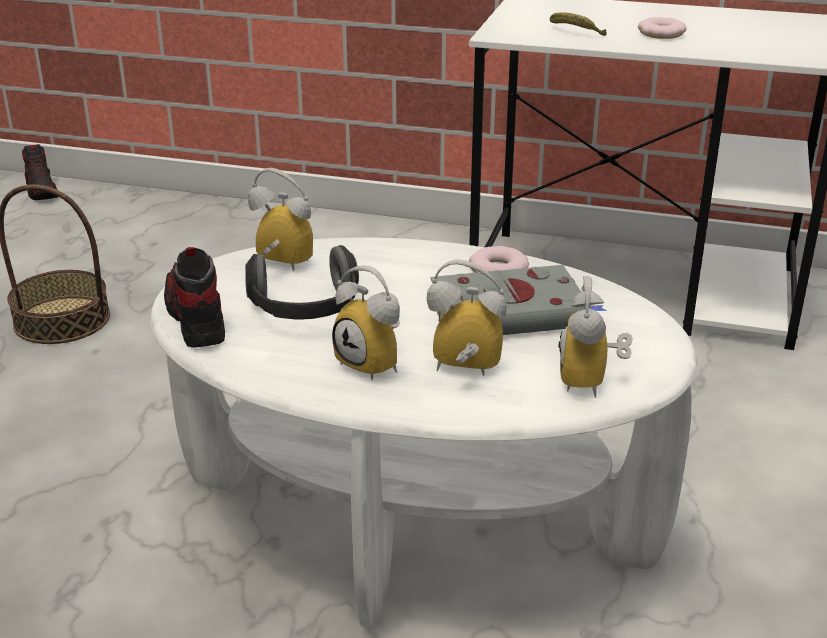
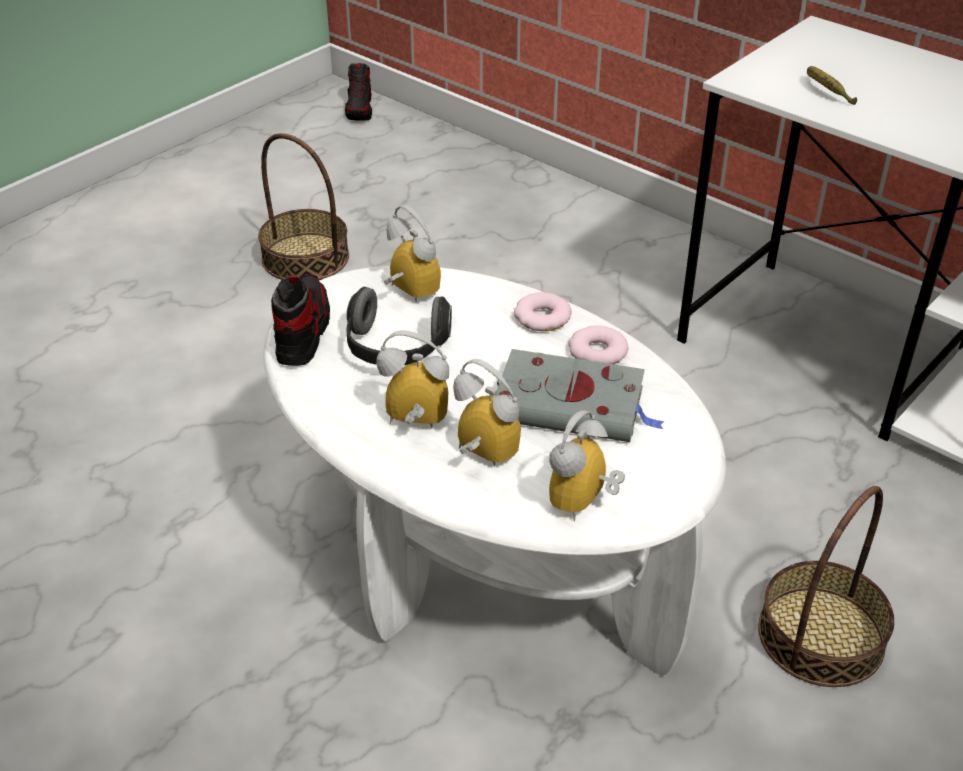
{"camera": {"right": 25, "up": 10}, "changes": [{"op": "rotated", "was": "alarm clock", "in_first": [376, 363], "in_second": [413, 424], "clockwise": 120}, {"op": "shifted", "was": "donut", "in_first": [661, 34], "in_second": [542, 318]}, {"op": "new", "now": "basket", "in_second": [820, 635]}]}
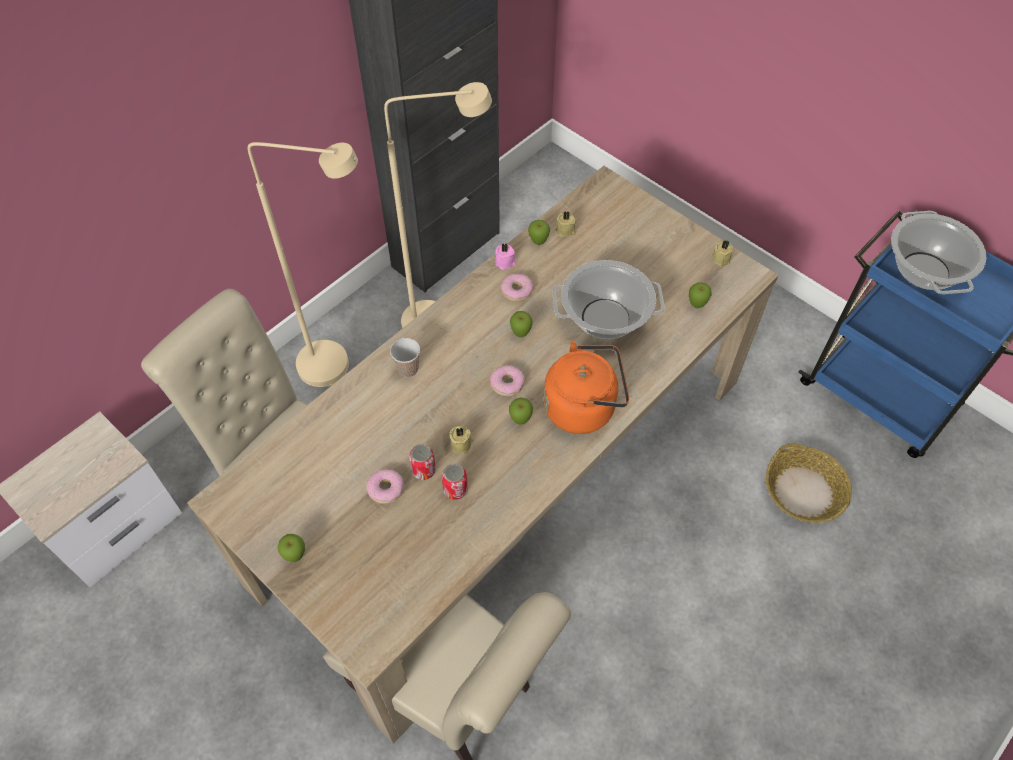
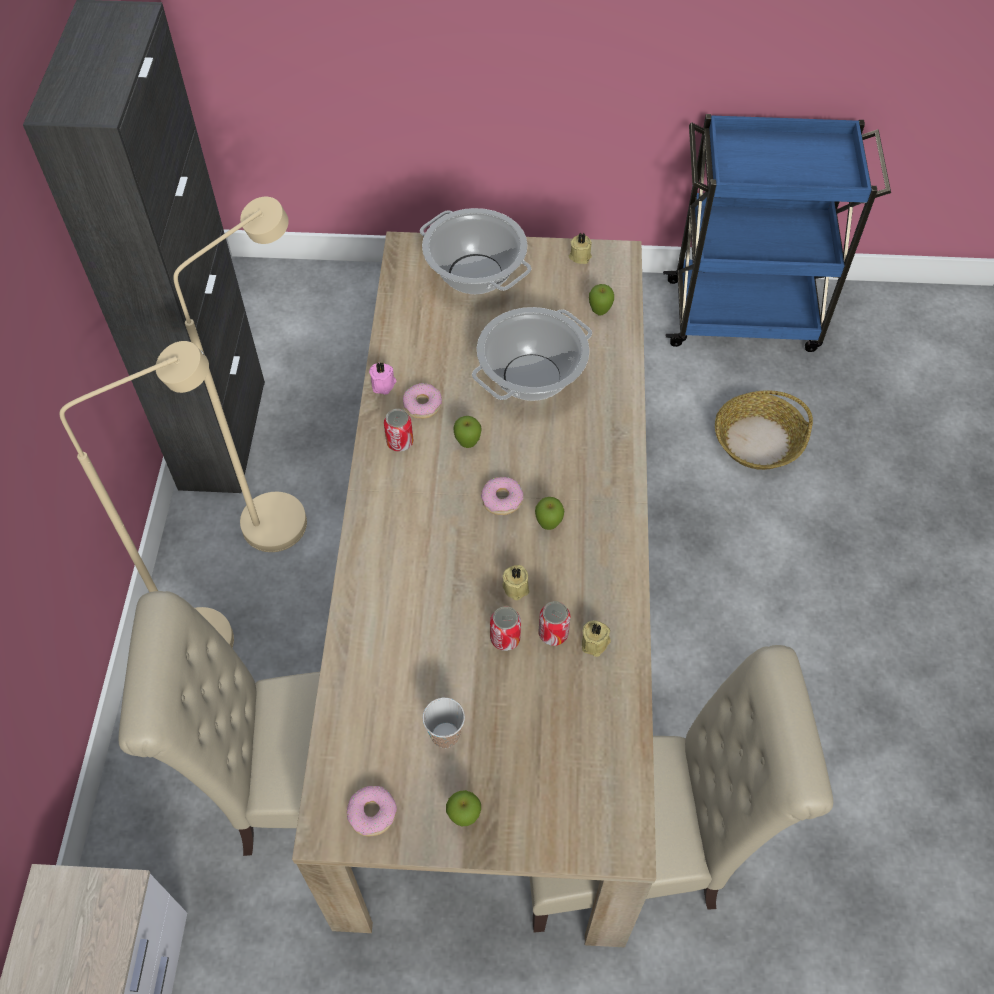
{"camera": {"right": -40, "up": 0}, "changes": [{"op": "shifted", "was": "donut", "in_first": [386, 489], "in_second": [372, 813]}, {"op": "new", "now": "can", "in_second": [400, 442]}, {"op": "shifted", "was": "cooking pot", "in_first": [924, 270], "in_second": [474, 274]}, {"op": "shifted", "was": "cup", "in_first": [408, 369], "in_second": [445, 735]}, {"op": "shifted", "was": "beige candle", "in_first": [566, 231], "in_second": [595, 643]}, {"op": "gone", "was": "apple", "in_first": [538, 242]}, {"op": "gone", "was": "orange kettle", "in_first": [583, 407]}]}
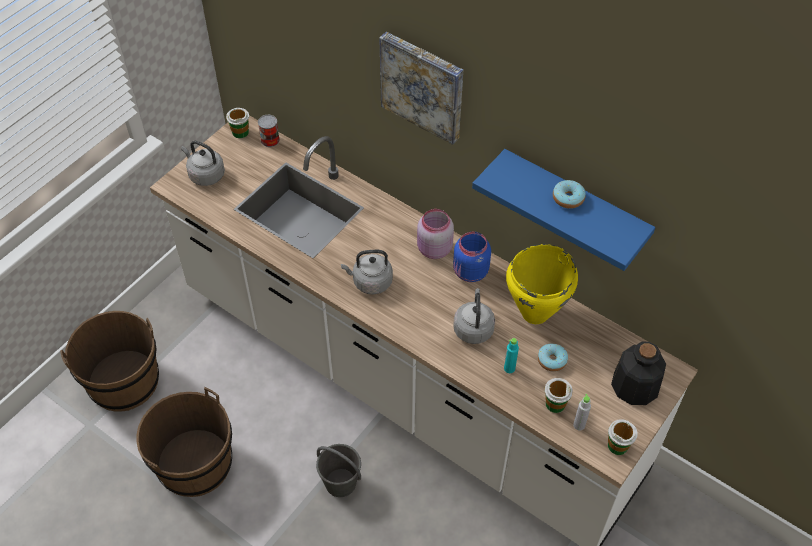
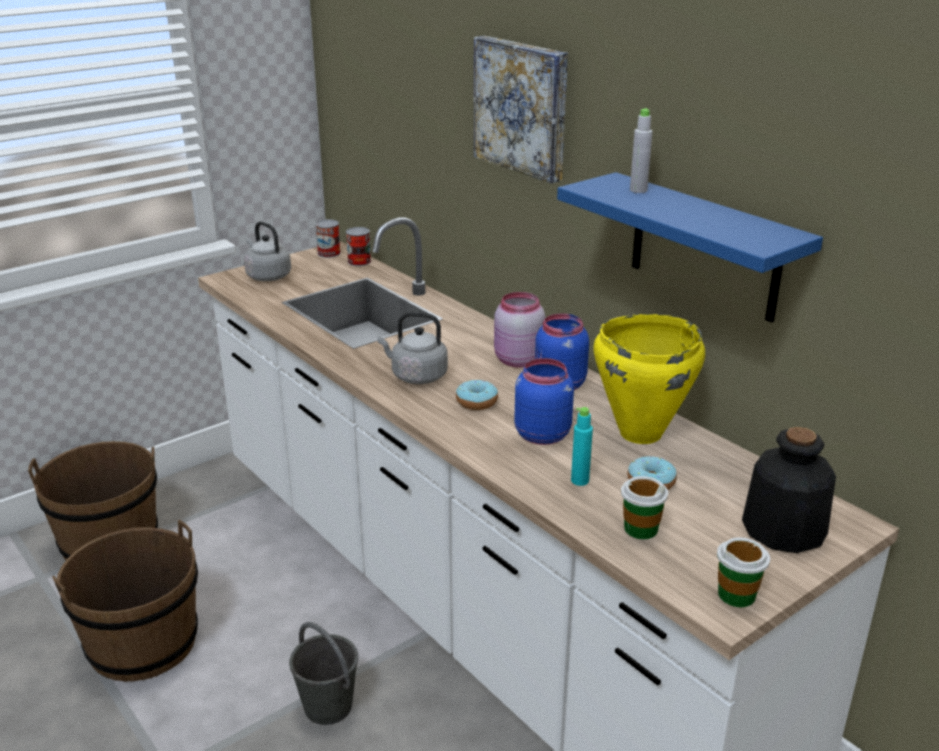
{"camera": {"right": 15, "up": -25}, "changes": [{"op": "swapped", "was": "cup", "now": "can", "in_first": [240, 132], "in_second": [329, 253]}, {"op": "shifted", "was": "donut", "in_first": [568, 198], "in_second": [476, 402]}, {"op": "swapped", "was": "grey kettle", "now": "blue jar", "in_first": [473, 328], "in_second": [541, 434]}, {"op": "shifted", "was": "grey bottle", "in_first": [579, 425], "in_second": [638, 190]}]}
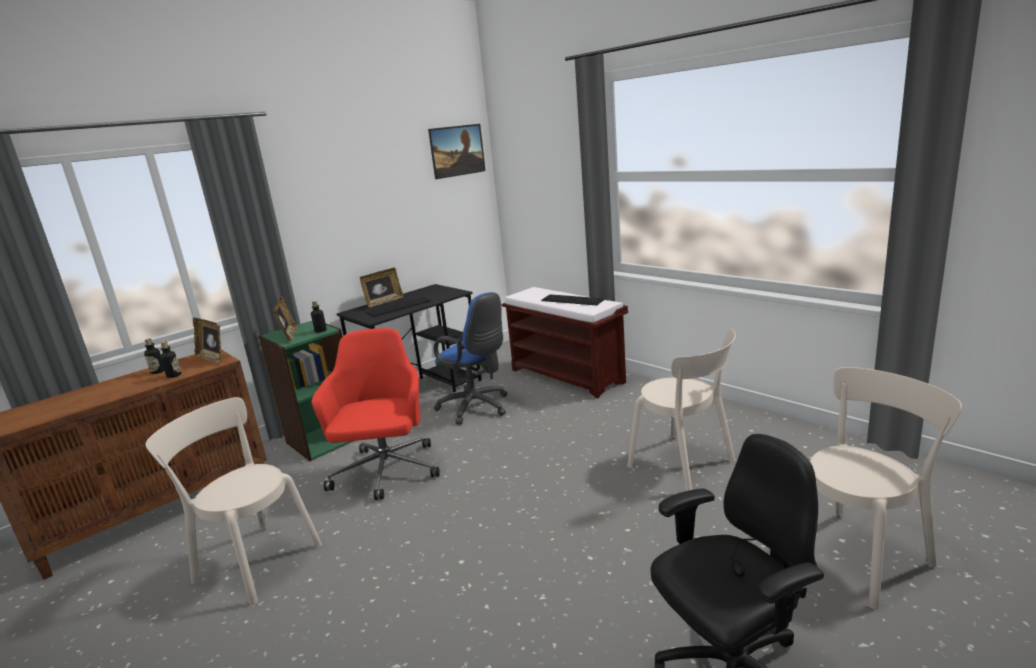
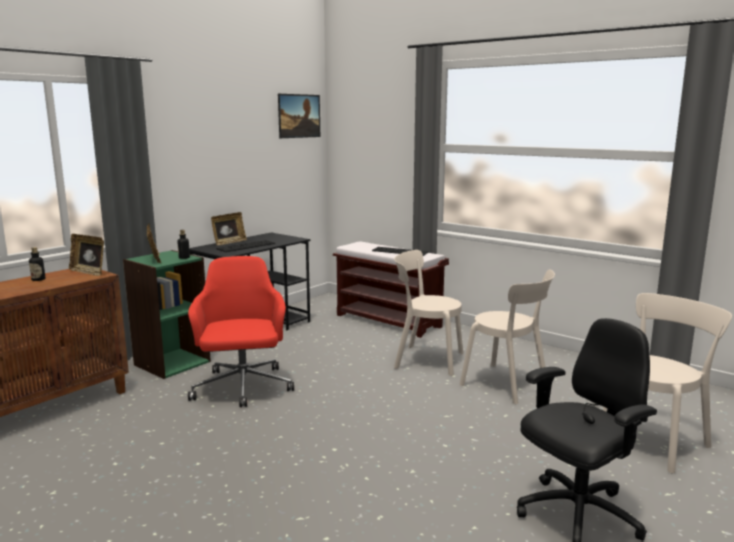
{"camera": {"right": -10, "up": -5}, "changes": [{"op": "shifted", "was": "beige chair", "in_first": [255, 561], "in_second": [425, 360]}, {"op": "gone", "was": "bottle", "in_first": [174, 375]}, {"op": "gone", "was": "blue office chair", "in_first": [477, 408]}]}
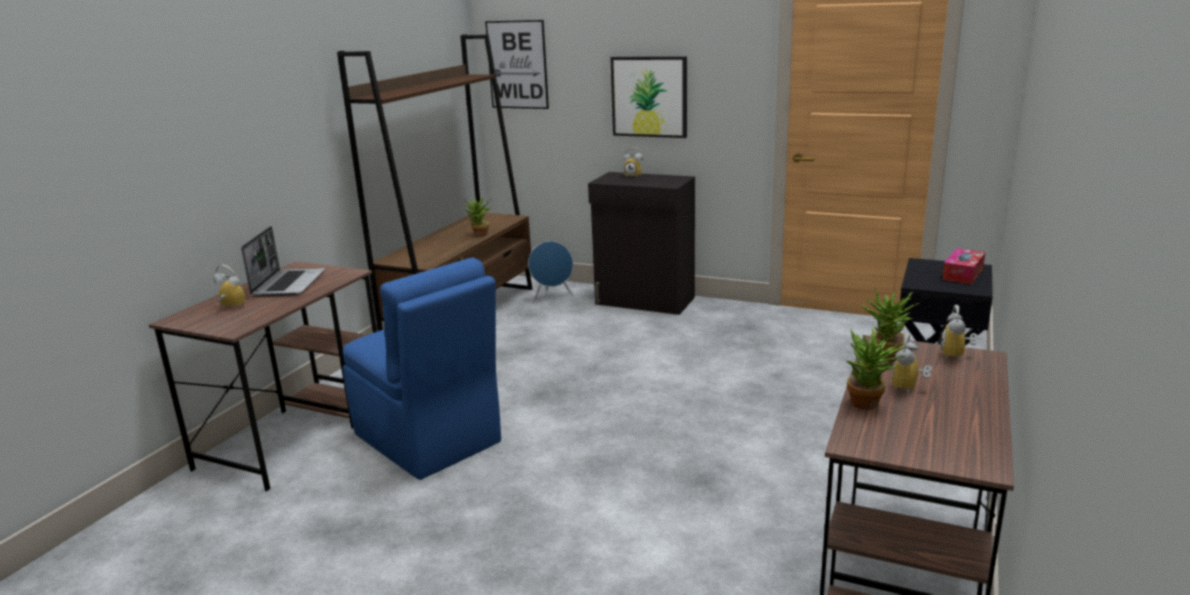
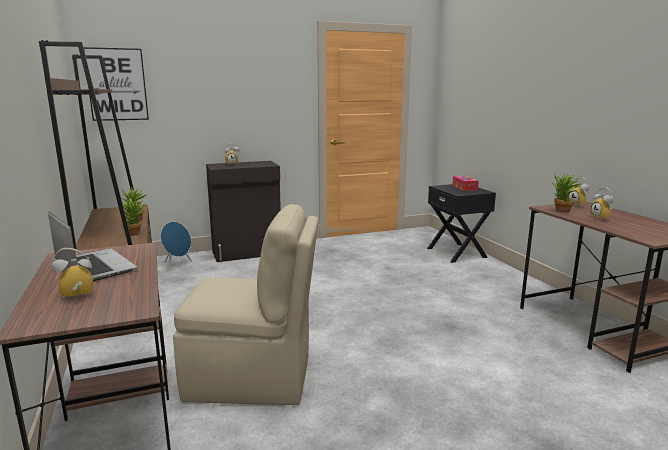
{"camera": {"right": -45, "up": -5}, "changes": [{"op": "shifted", "was": "potted plant", "in_first": [869, 405], "in_second": [135, 234]}, {"op": "repainted", "was": "blue chair", "now": "beige chair", "in_first": [429, 440], "in_second": [253, 378]}, {"op": "gone", "was": "picture", "in_first": [649, 96]}]}
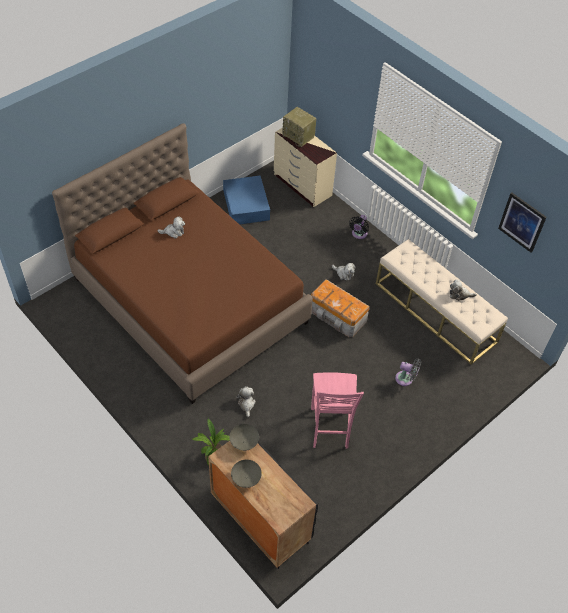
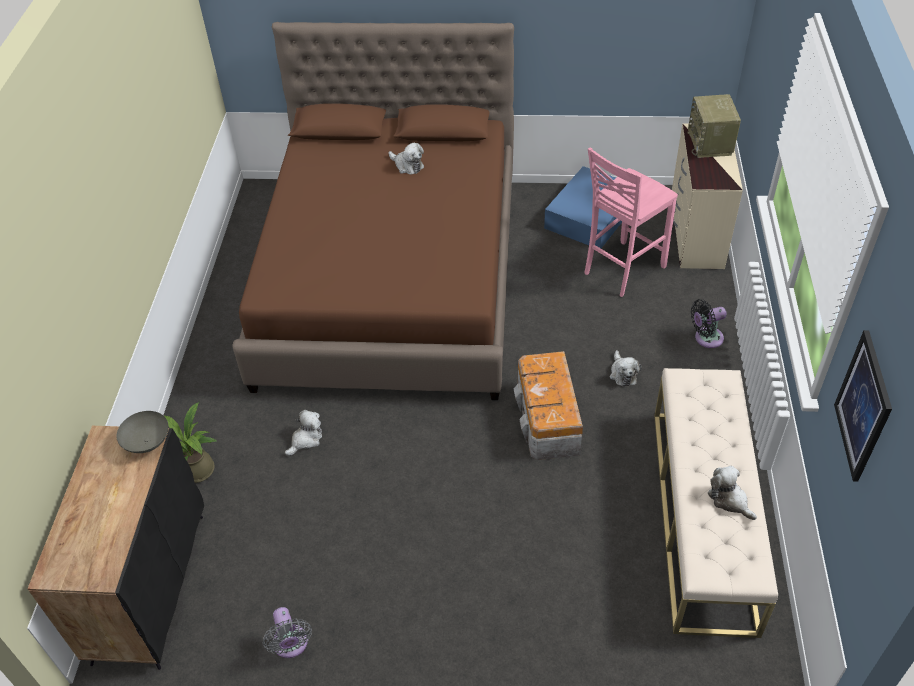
{"camera": {"right": 50, "up": -5}, "changes": [{"op": "shifted", "was": "grey fan", "in_first": [406, 379], "in_second": [291, 645]}, {"op": "shifted", "was": "pink chair", "in_first": [329, 429], "in_second": [622, 270]}, {"op": "gone", "was": "grey bowl", "in_first": [246, 478]}]}
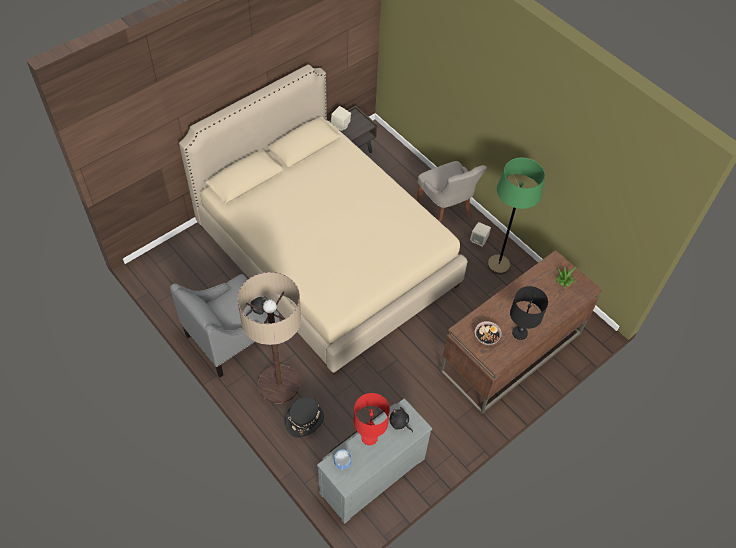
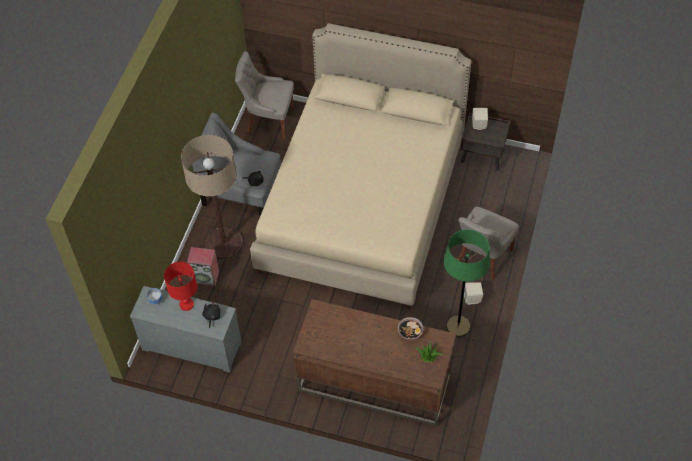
{"camera": {"right": 60, "up": 0}, "changes": [{"op": "swapped", "was": "black hat", "now": "speaker", "in_first": [304, 420], "in_second": [206, 277]}, {"op": "new", "now": "grey chair", "in_second": [269, 120]}, {"op": "shifted", "was": "bowl", "in_first": [486, 337], "in_second": [410, 332]}, {"op": "gone", "was": "black table lamp", "in_first": [519, 333]}]}
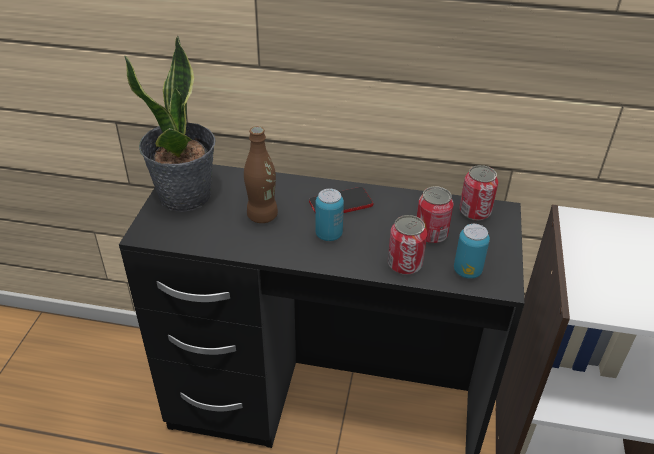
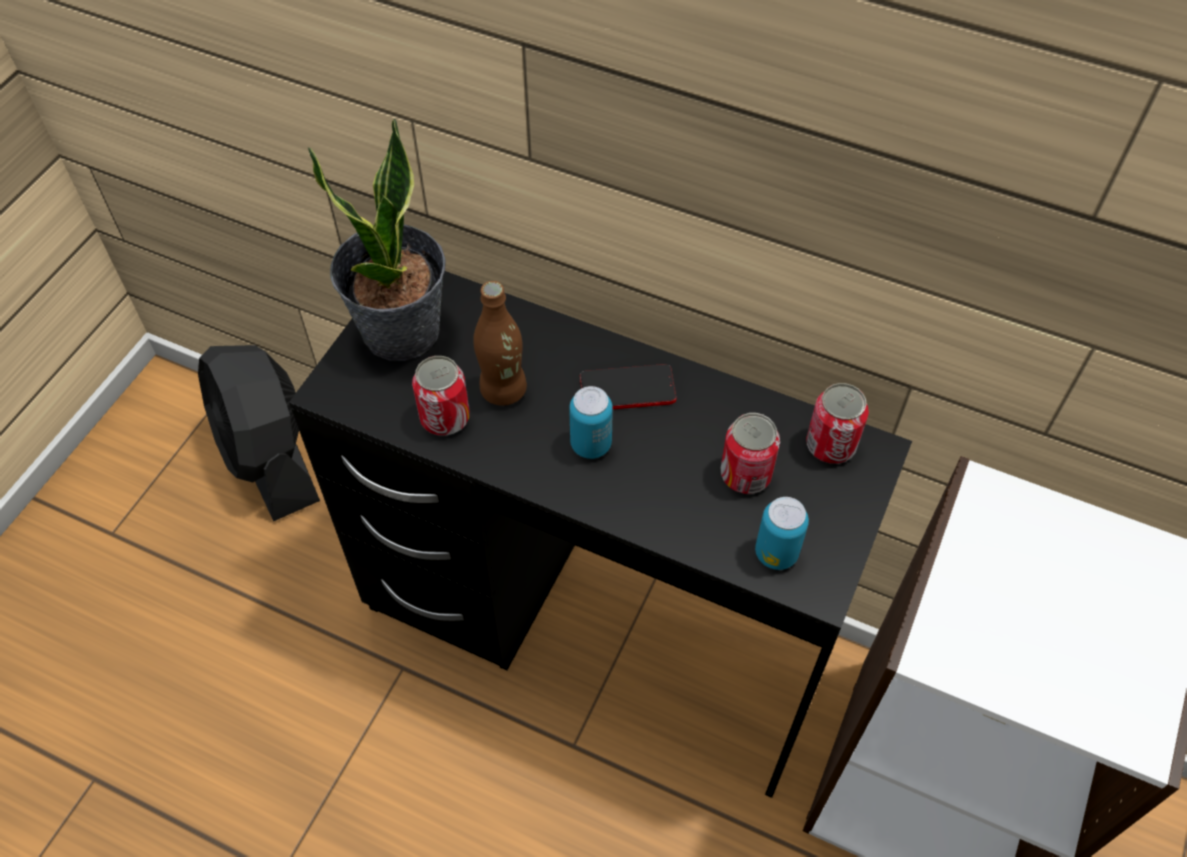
{"camera": {"right": 15, "up": 15}, "changes": [{"op": "new", "now": "black fan", "in_second": [270, 457]}, {"op": "shifted", "was": "can", "in_first": [404, 264], "in_second": [445, 418]}]}
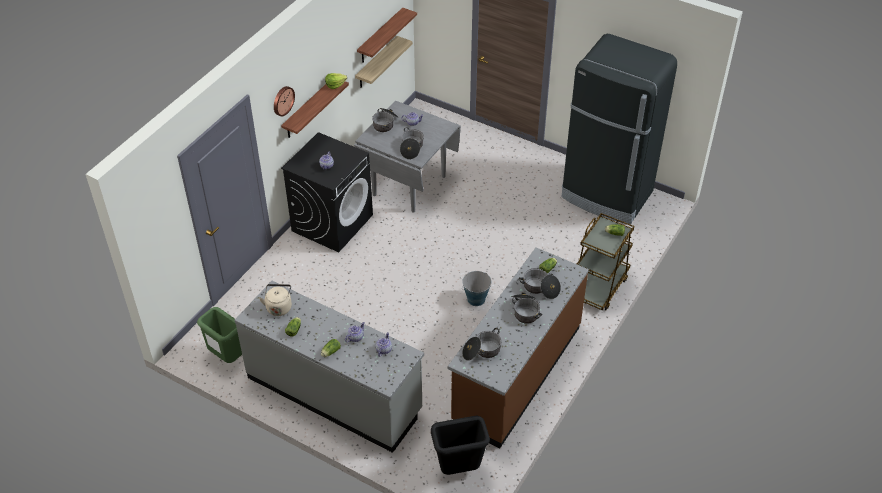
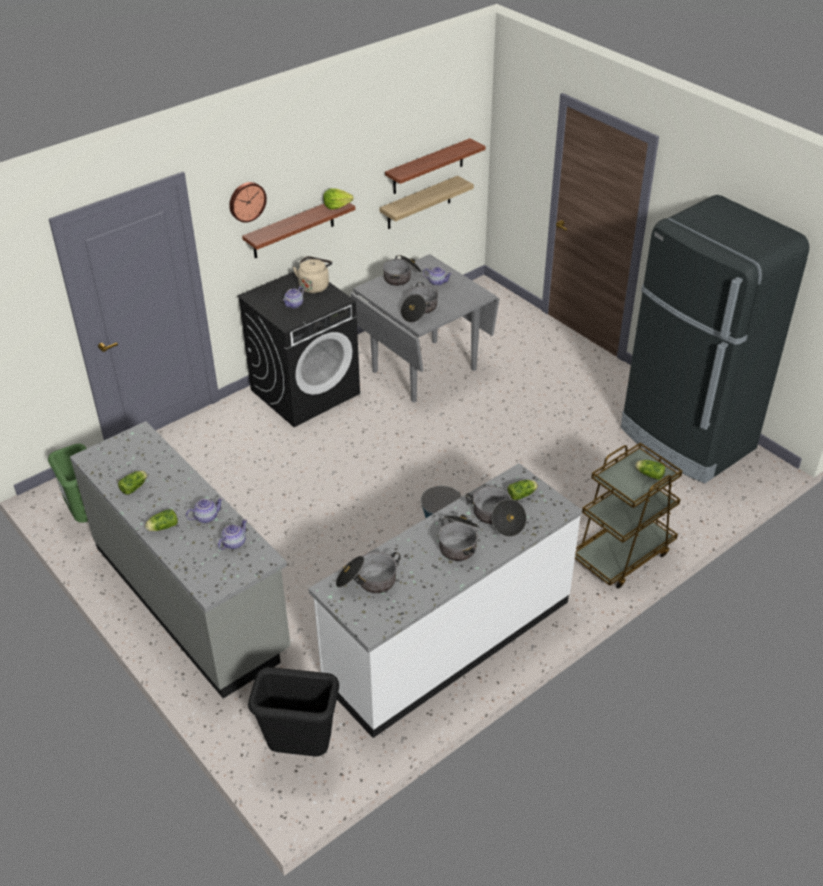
{"camera": {"right": 20, "up": -5}, "changes": [{"op": "shifted", "was": "beige kettle", "in_first": [279, 307], "in_second": [314, 286]}, {"op": "repainted", "was": "brown counter", "now": "white counter", "in_first": [516, 374], "in_second": [447, 640]}]}
